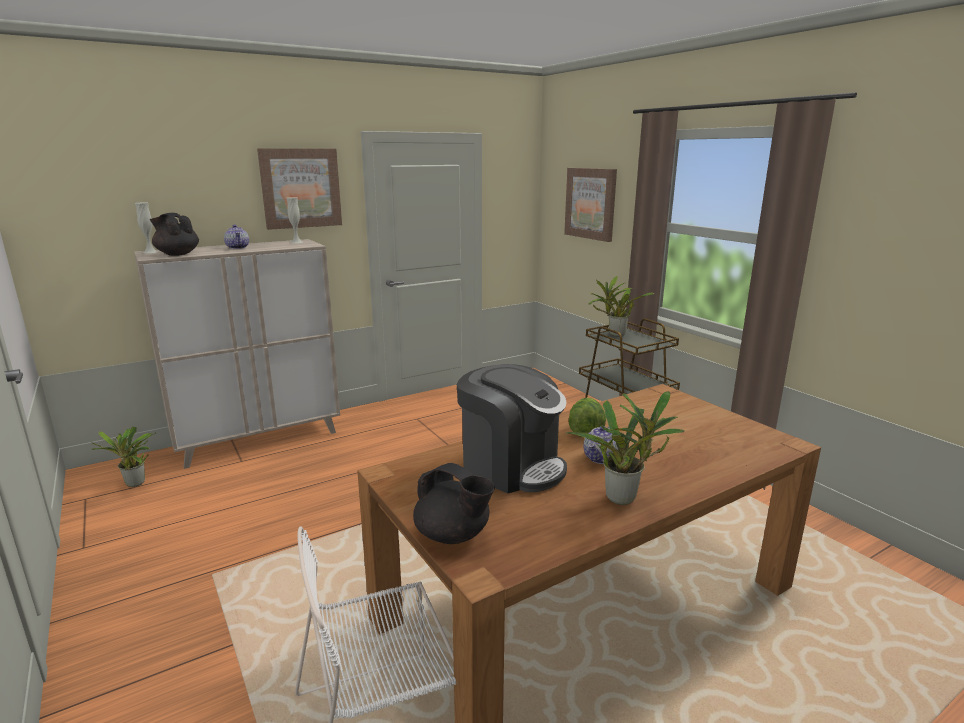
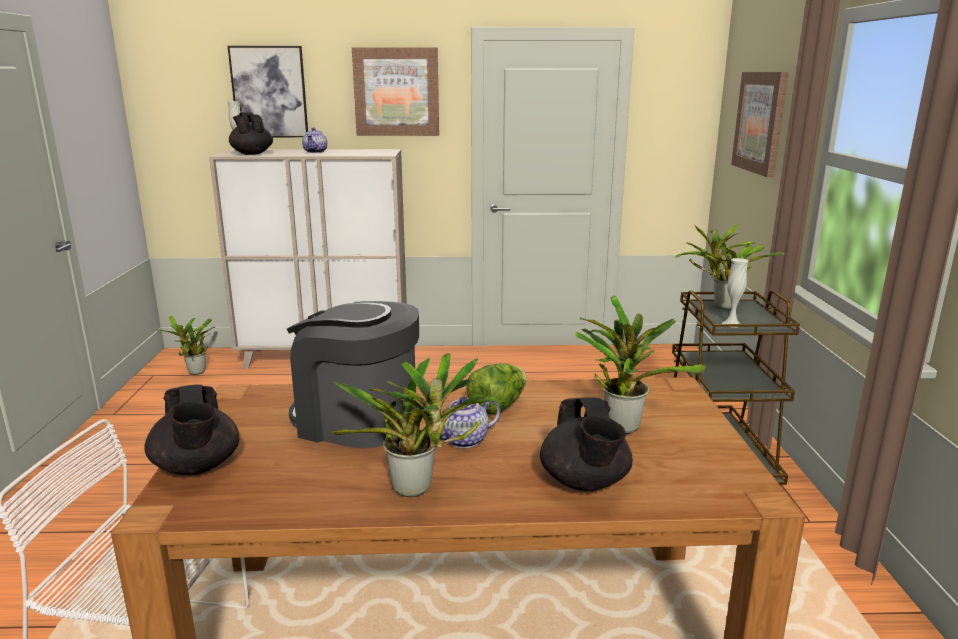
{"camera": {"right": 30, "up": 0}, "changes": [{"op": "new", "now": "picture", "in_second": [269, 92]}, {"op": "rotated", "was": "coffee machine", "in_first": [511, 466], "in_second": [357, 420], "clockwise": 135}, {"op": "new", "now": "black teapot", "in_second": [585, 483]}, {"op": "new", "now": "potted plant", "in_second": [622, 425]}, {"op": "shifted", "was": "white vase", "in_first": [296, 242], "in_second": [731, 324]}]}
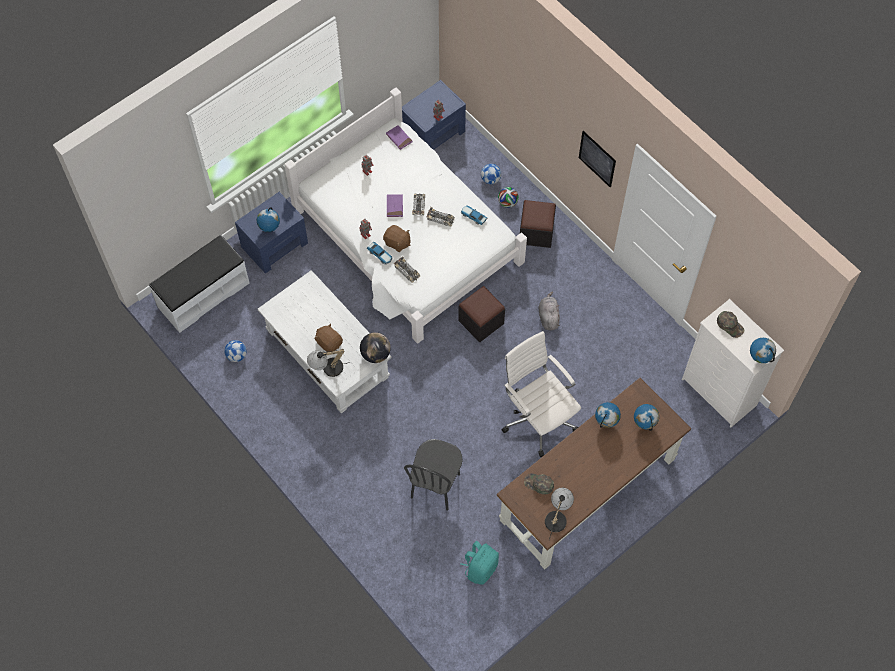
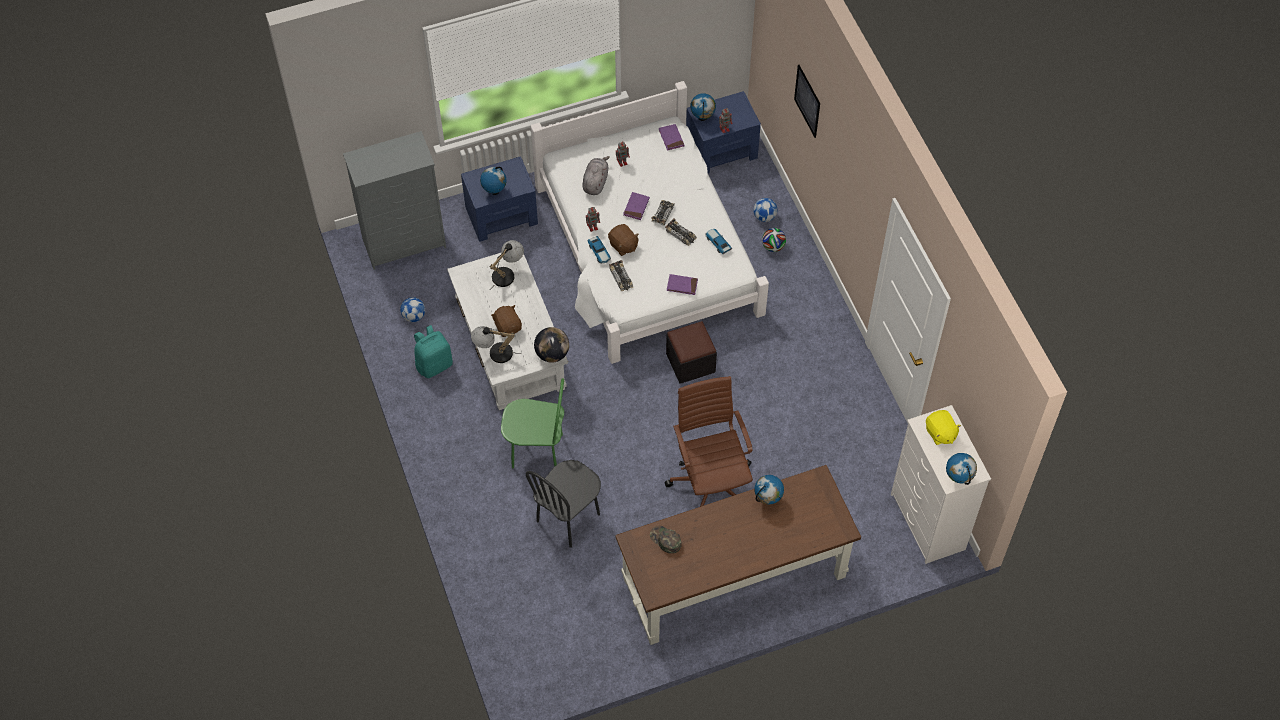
{"camera": {"right": 20, "up": -5}, "changes": [{"op": "swapped", "was": "white bench", "now": "grey dresser", "in_first": [203, 294], "in_second": [405, 243]}, {"op": "shifted", "was": "turquoise backpack", "in_first": [480, 568], "in_second": [434, 364]}, {"op": "shifted", "was": "table lamp", "in_first": [557, 516], "in_second": [507, 273]}, {"op": "new", "now": "green chair", "in_second": [537, 451]}, {"op": "shifted", "was": "grey plush toy", "in_first": [548, 317], "in_second": [595, 182]}, {"op": "repainted", "was": "white office chair", "now": "brown office chair", "in_first": [538, 417], "in_second": [711, 483]}, {"op": "new", "now": "purple book", "in_second": [682, 285]}, {"op": "shifted", "was": "globe", "in_first": [644, 424], "in_second": [702, 118]}, {"op": "shifted", "was": "picture", "in_first": [597, 159], "in_second": [807, 101]}, {"op": "swapped", "was": "green cap", "now": "yellow plush toy", "in_first": [730, 325], "in_second": [940, 433]}, {"op": "gone", "was": "black ottoman", "in_first": [536, 232]}]}
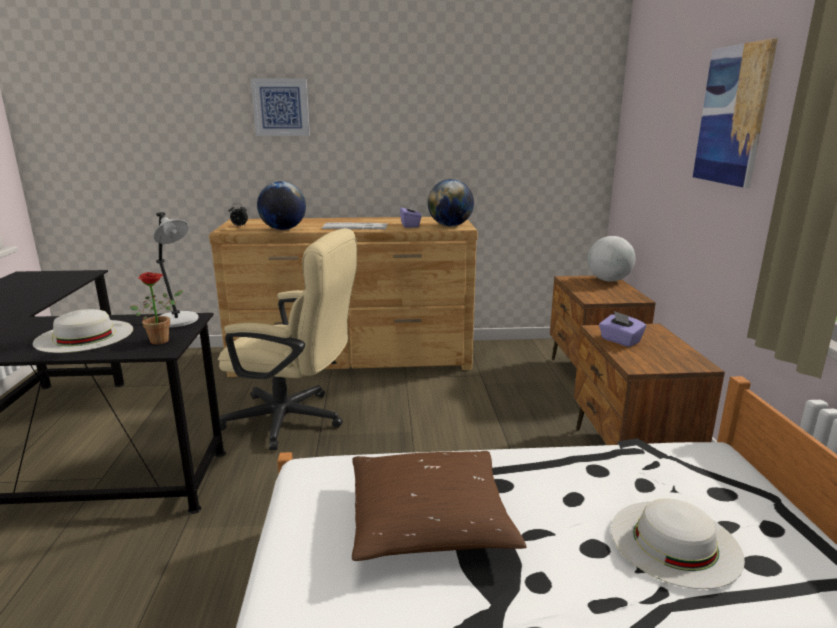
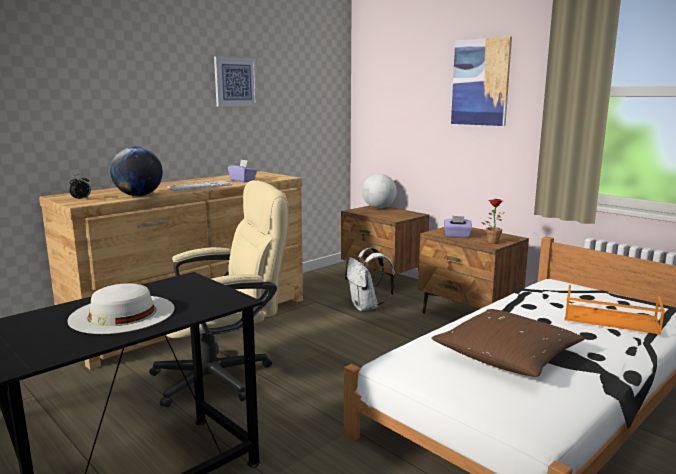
{"camera": {"right": -40, "up": -5}, "changes": [{"op": "shifted", "was": "picture", "in_first": [281, 107], "in_second": [235, 82]}, {"op": "new", "now": "white backpack", "in_second": [366, 307]}, {"op": "shifted", "was": "potted plant", "in_first": [163, 339], "in_second": [491, 242]}, {"op": "swapped", "was": "white hat", "now": "orange tray", "in_first": [675, 542], "in_second": [609, 319]}, {"op": "gone", "was": "grey table lamp", "in_first": [178, 321]}, {"op": "gone", "was": "globe", "in_first": [450, 226]}]}
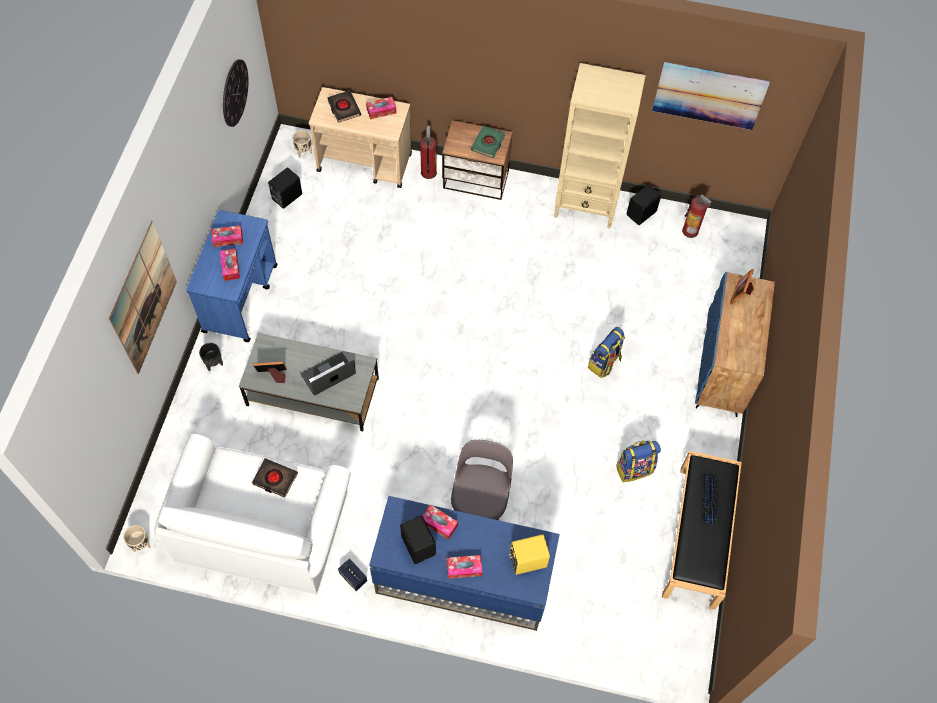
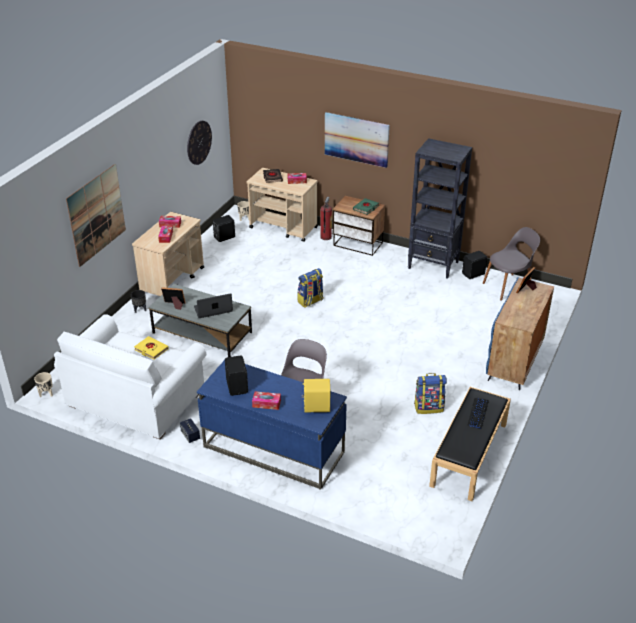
{"camera": {"right": 15, "up": -25}, "changes": [{"op": "repainted", "was": "blue cart", "now": "beige cart", "in_first": [240, 298], "in_second": [172, 280]}, {"op": "repainted", "was": "black book", "now": "yellow book", "in_first": [275, 479], "in_second": [151, 349]}, {"op": "shifted", "was": "backpack", "in_first": [604, 363], "in_second": [310, 301]}, {"op": "shifted", "was": "picture", "in_first": [709, 94], "in_second": [356, 139]}, {"op": "repainted", "was": "beige bookcase", "now": "black bookcase", "in_first": [586, 205], "in_second": [433, 265]}, {"op": "swapped", "was": "fire extinguisher", "now": "grey chair", "in_first": [690, 231], "in_second": [508, 287]}, {"op": "gone", "was": "tissue box", "in_first": [439, 523]}]}
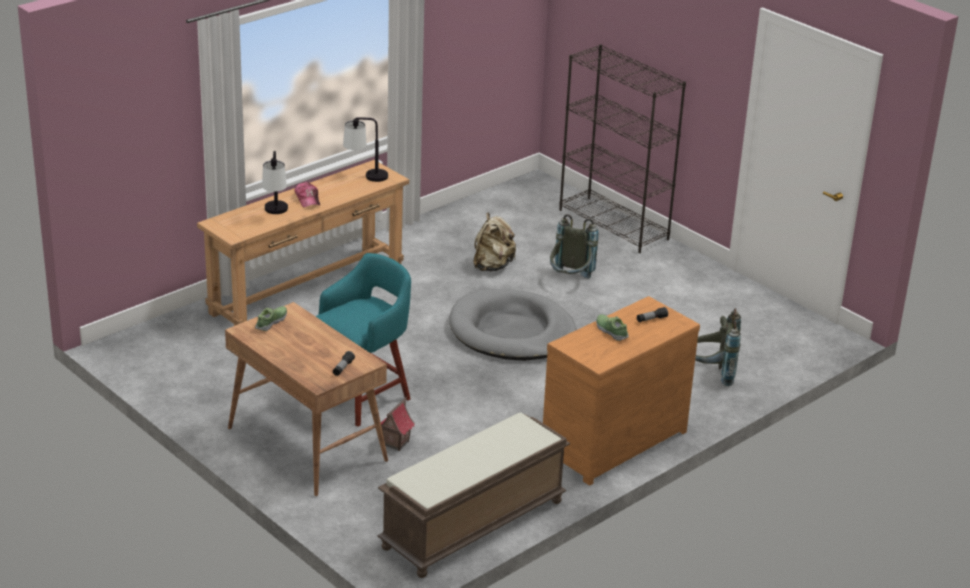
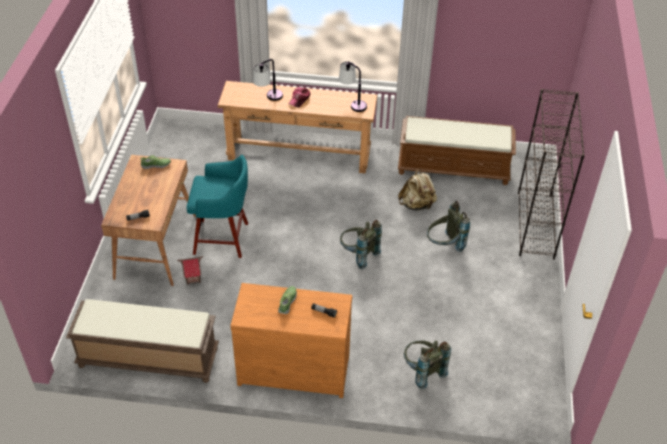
{"camera": {"right": 50, "up": 15}, "changes": [{"op": "swapped", "was": "grey dog bed", "now": "grey backpack", "in_first": [512, 331], "in_second": [358, 255]}, {"op": "new", "now": "brown bench", "in_second": [454, 167]}]}
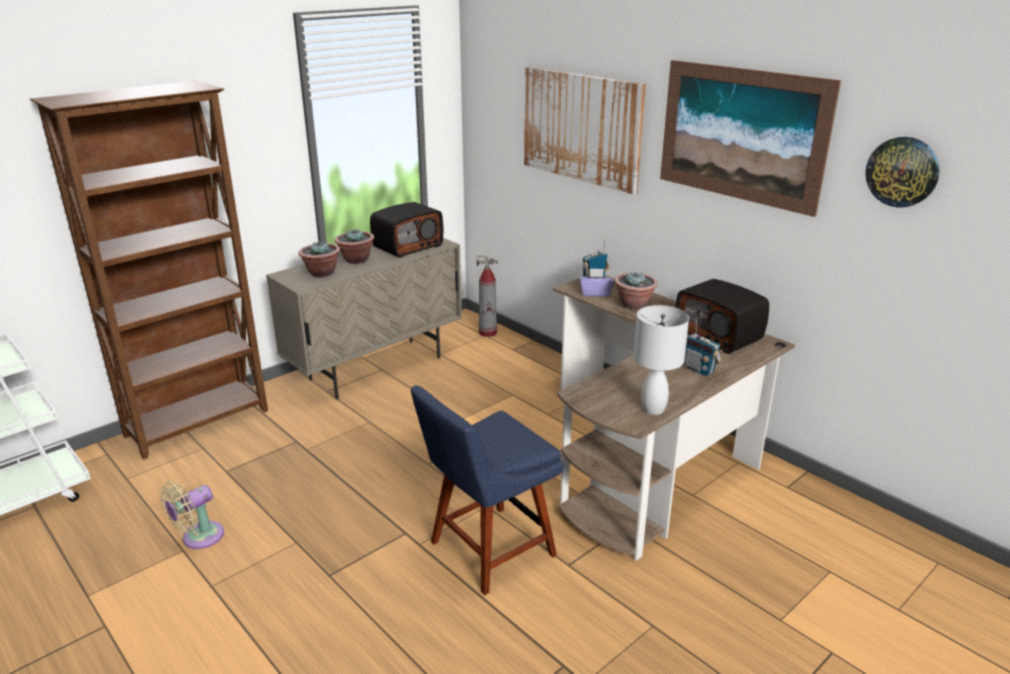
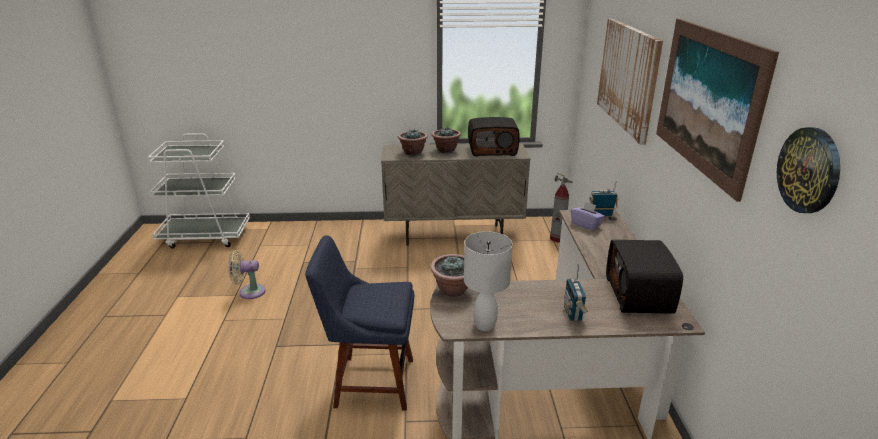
{"camera": {"right": 40, "up": 0}, "changes": [{"op": "shifted", "was": "potted plant", "in_first": [634, 304], "in_second": [453, 290]}, {"op": "gone", "was": "brown bookcase", "in_first": [199, 423]}]}
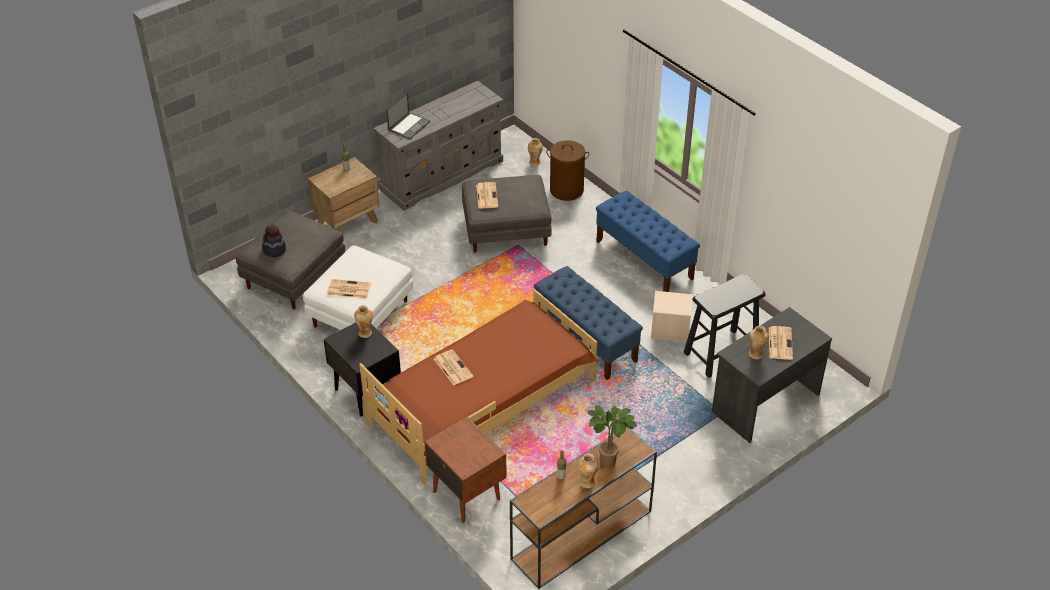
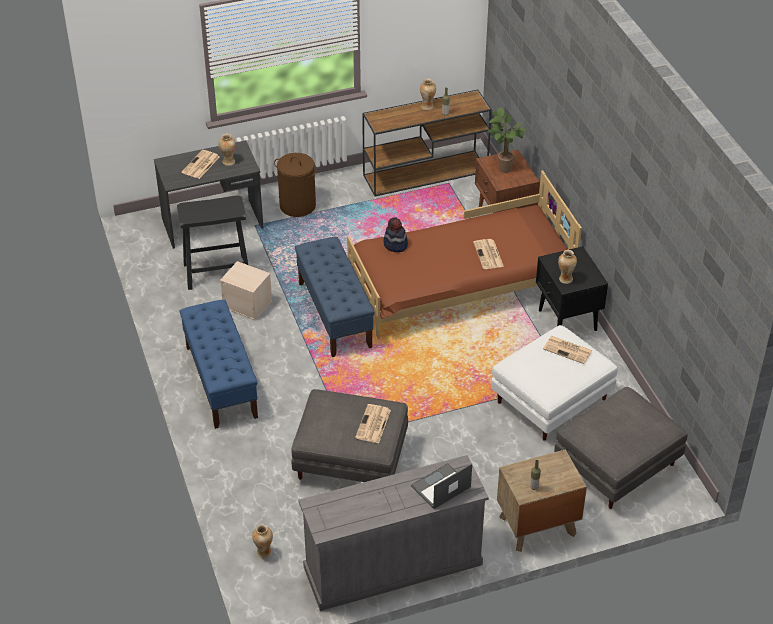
{"camera": {"right": -160, "up": 0}, "changes": [{"op": "shifted", "was": "brown laundry basket", "in_first": [567, 190], "in_second": [297, 206]}, {"op": "shifted", "was": "hat", "in_first": [274, 249], "in_second": [395, 245]}, {"op": "shifted", "was": "potted plant", "in_first": [610, 460], "in_second": [502, 169]}]}
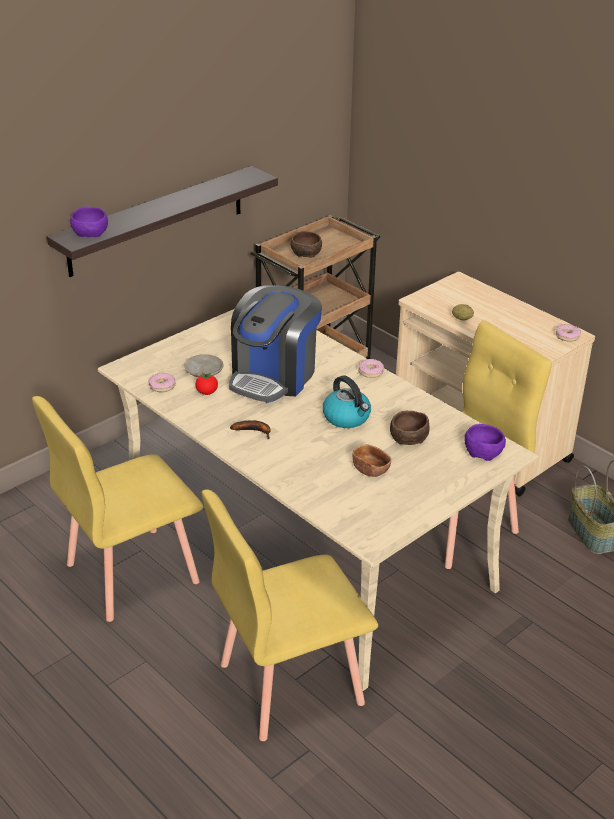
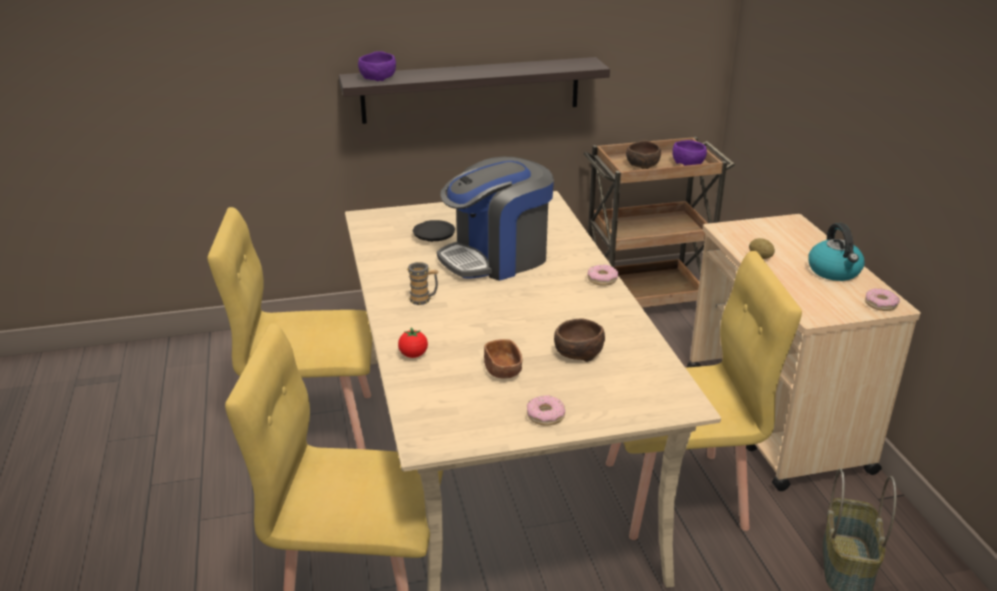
{"camera": {"right": 30, "up": -5}, "changes": [{"op": "shifted", "was": "tomato", "in_first": [207, 392], "in_second": [413, 355]}, {"op": "swapped", "was": "banana", "now": "mug", "in_first": [254, 431], "in_second": [423, 299]}, {"op": "repainted", "was": "beige plate", "now": "black plate", "in_first": [203, 371], "in_second": [434, 237]}, {"op": "shifted", "was": "donut", "in_first": [162, 386], "in_second": [545, 415]}, {"op": "shifted", "was": "purple bowl", "in_first": [483, 451], "in_second": [688, 162]}, {"op": "shifted", "was": "kettle", "in_first": [347, 417], "in_second": [834, 271]}]}
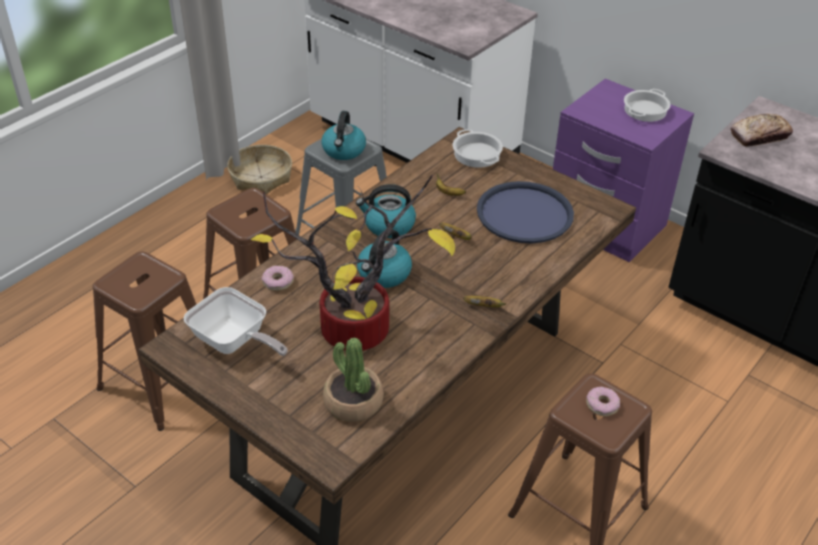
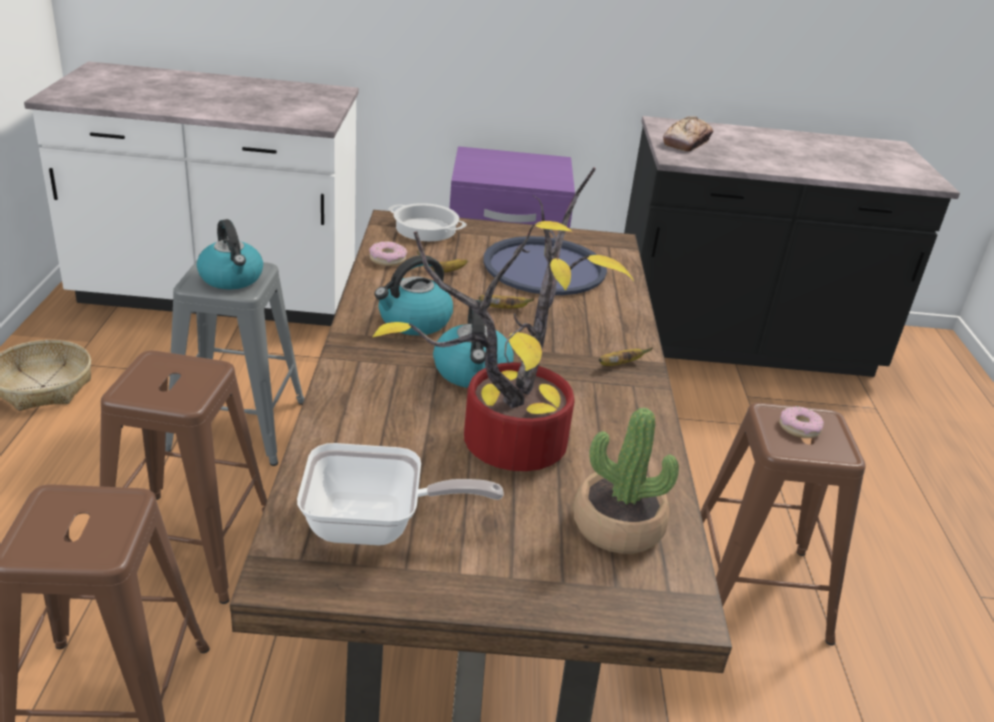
{"camera": {"right": -40, "up": -10}, "changes": [{"op": "shifted", "was": "donut", "in_first": [278, 282], "in_second": [387, 259]}, {"op": "gone", "was": "cooking pot", "in_first": [645, 110]}]}
